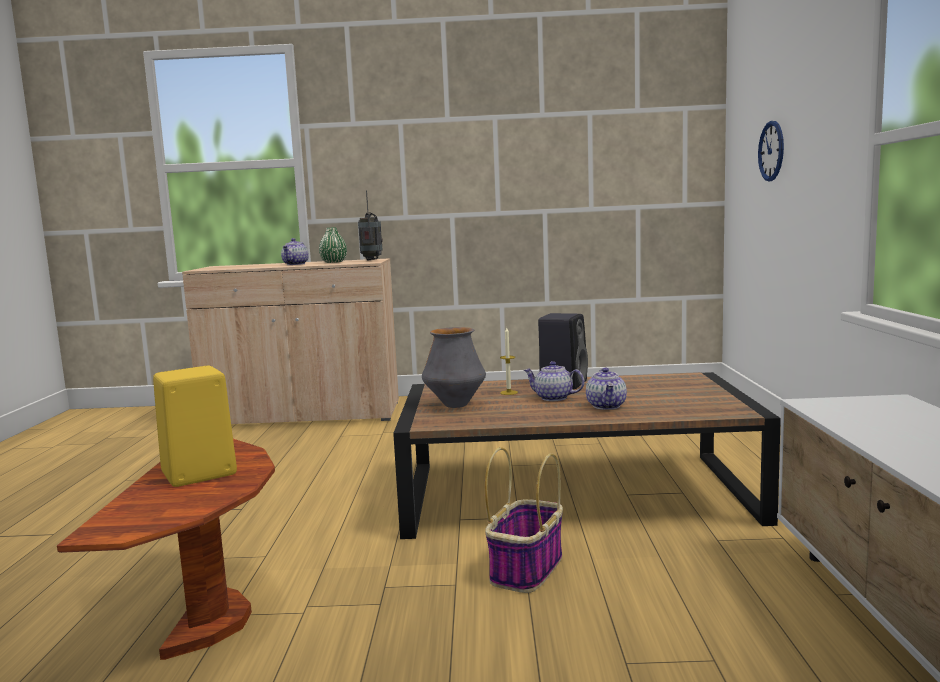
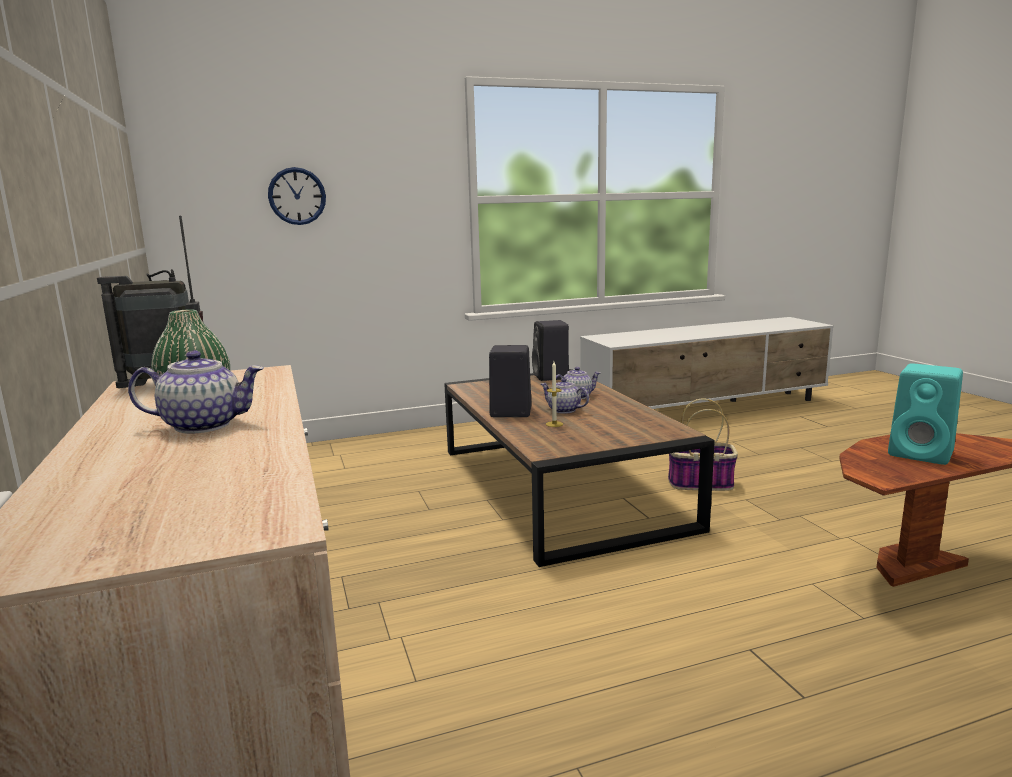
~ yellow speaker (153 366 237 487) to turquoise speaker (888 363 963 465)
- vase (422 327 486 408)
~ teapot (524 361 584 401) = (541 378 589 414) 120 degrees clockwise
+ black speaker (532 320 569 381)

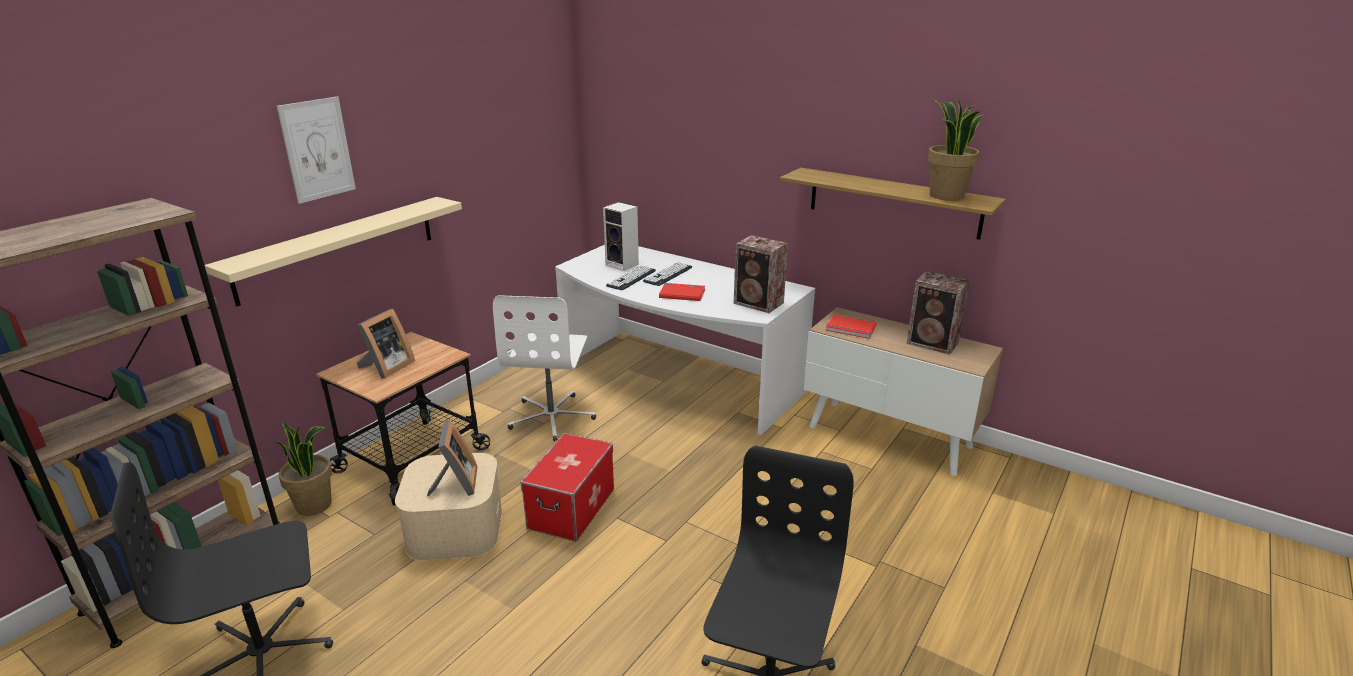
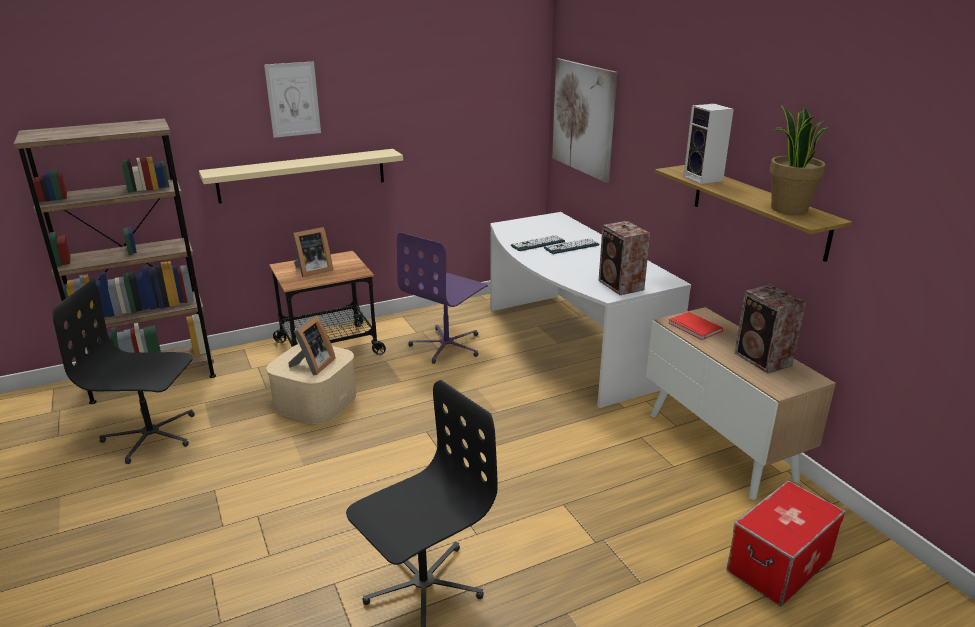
- potted plant (275 422 332 516)
~ white office chair (493 295 596 441) to purple office chair (397 232 488 364)
~ storage box (520 433 614 542) to (726 480 845 607)
~ speaker (603 202 639 271) to (683 104 734 184)
- red book (659 283 705 301)
+ picture (552 58 617 183)

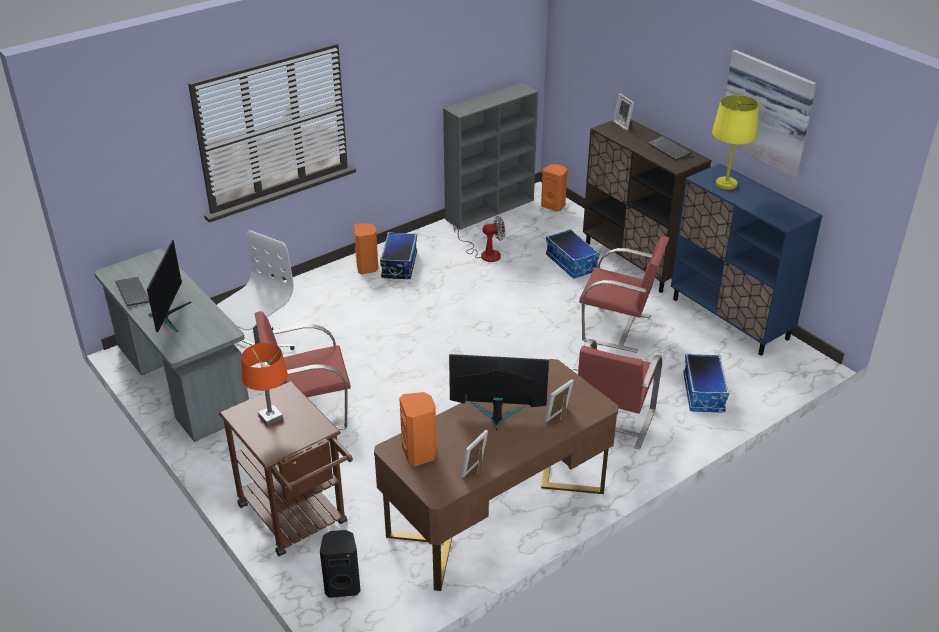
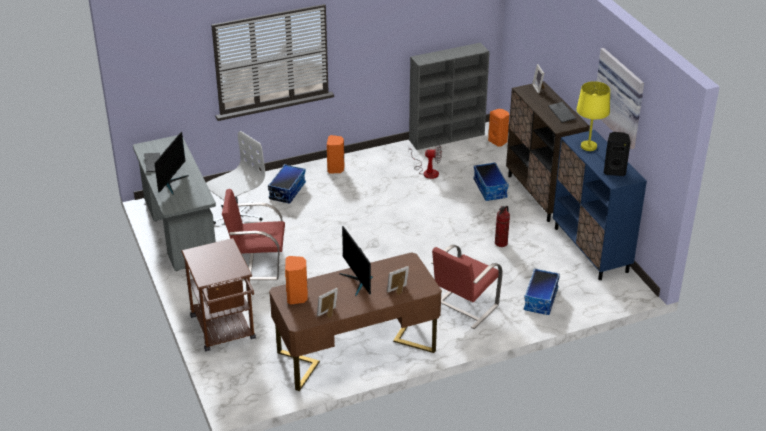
- orange table lamp (241 343 288 426)
~ black speaker (320 530 361 598) to (604 132 631 176)
~ storage box (380 232 417 279) to (268 164 306 203)
~ monitor (449 354 549 430) = (340 226 373 296) 135 degrees counterclockwise
~ red chair (579 236 669 353) to fire extinguisher (495 206 510 247)

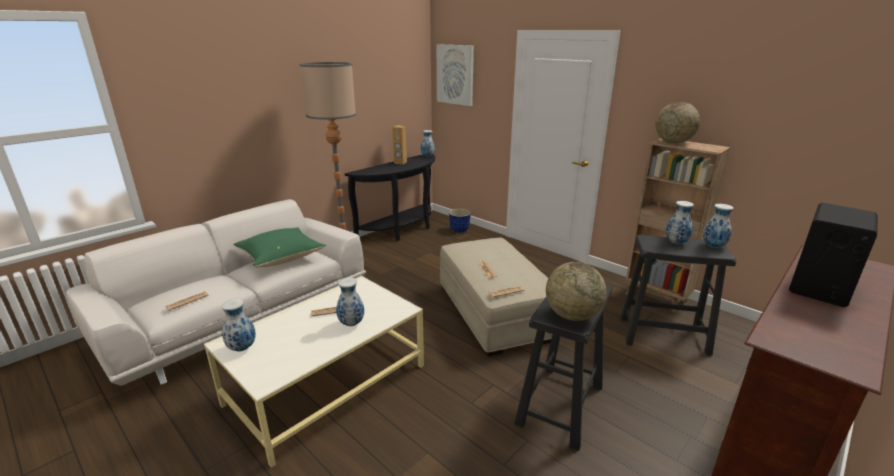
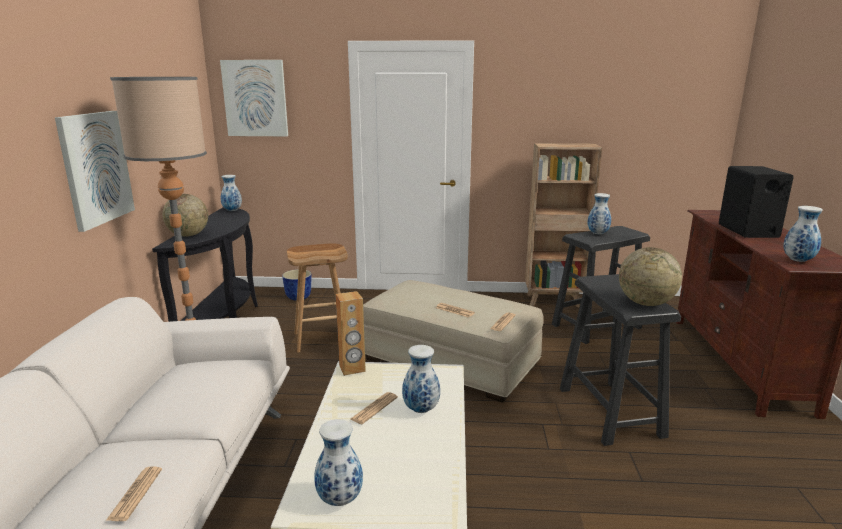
- green pillow (233 227 326 268)
~ brown speaker (392 125 407 164) to (336 291 366 376)
~ globe (655 102 700 143) to (162 194 208 236)
~ vase (703 204 734 248) to (783 206 823 262)
+ picture (55 111 135 232)
+ brown stool (287 244 348 353)

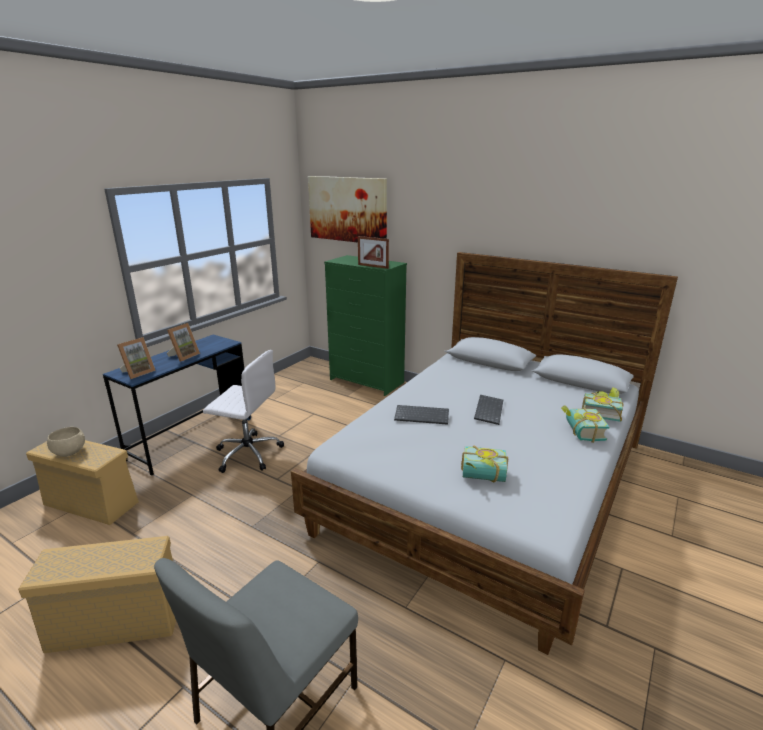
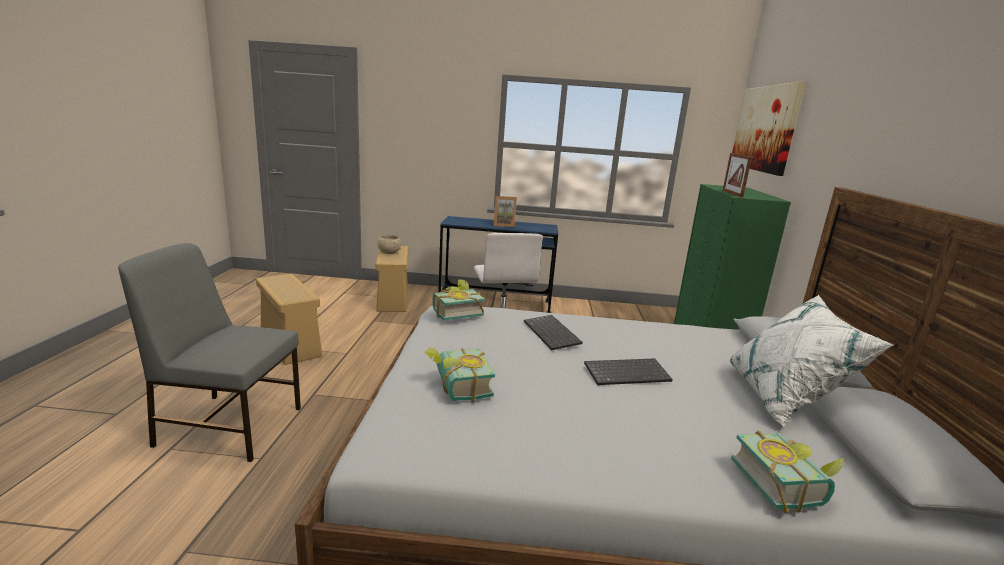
- picture frame (117 337 156 379)
~ book (561 405 609 443) to (433 279 485 320)
+ white pillow (730 295 893 427)

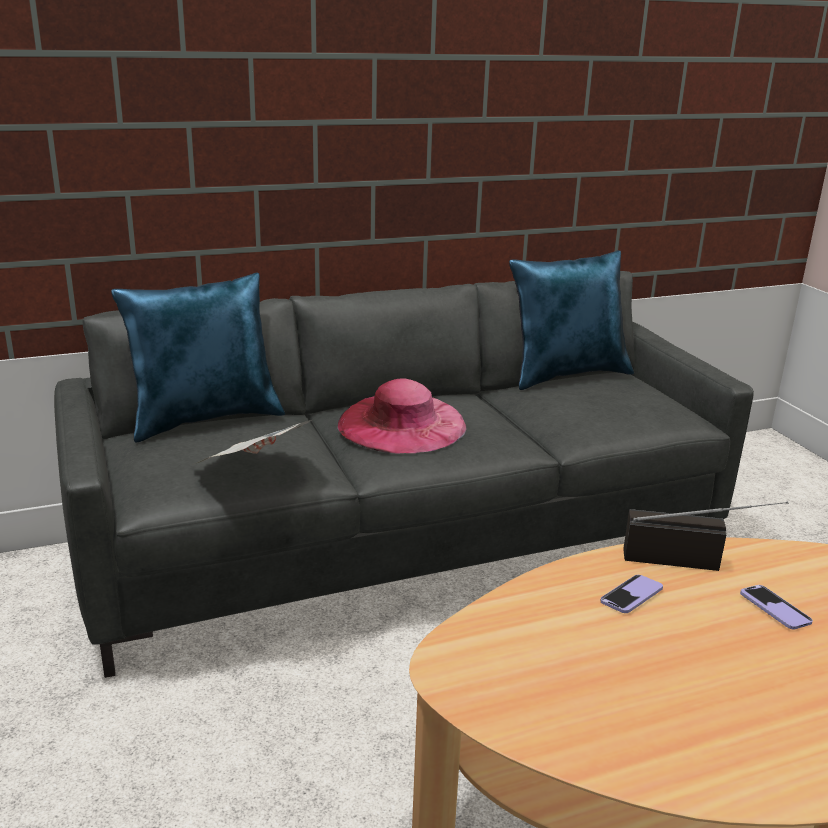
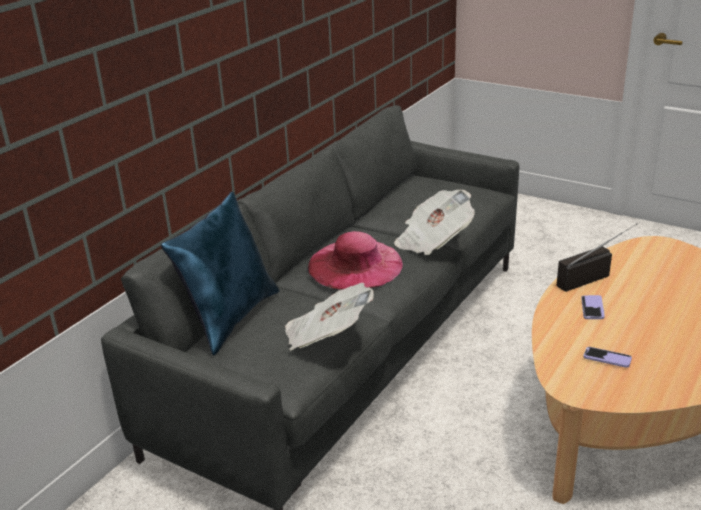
- blue pillow (509 250 634 390)
~ phone (740 585 813 629) to (583 347 632 368)
+ newspaper (394 189 475 255)

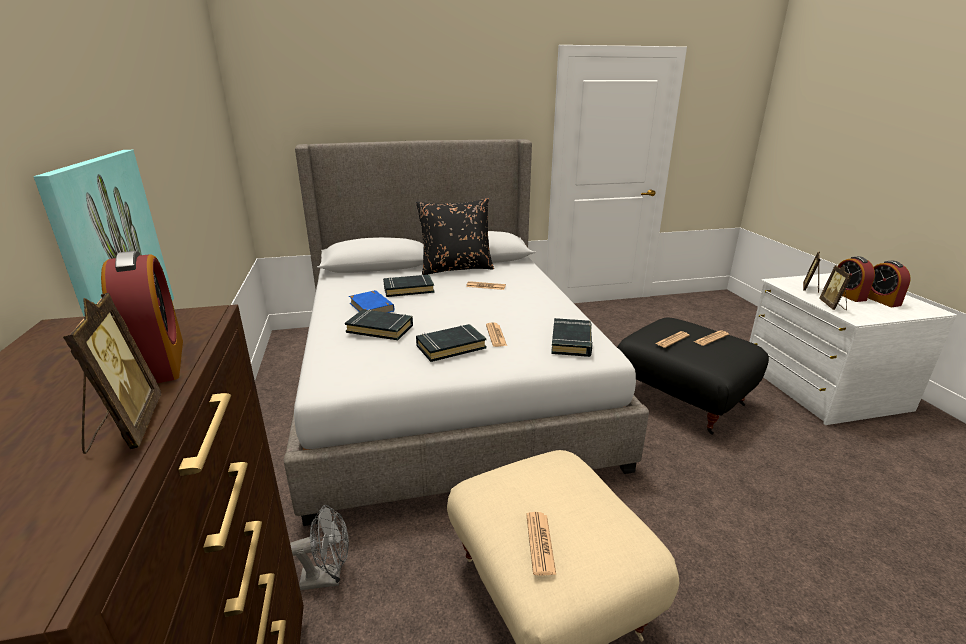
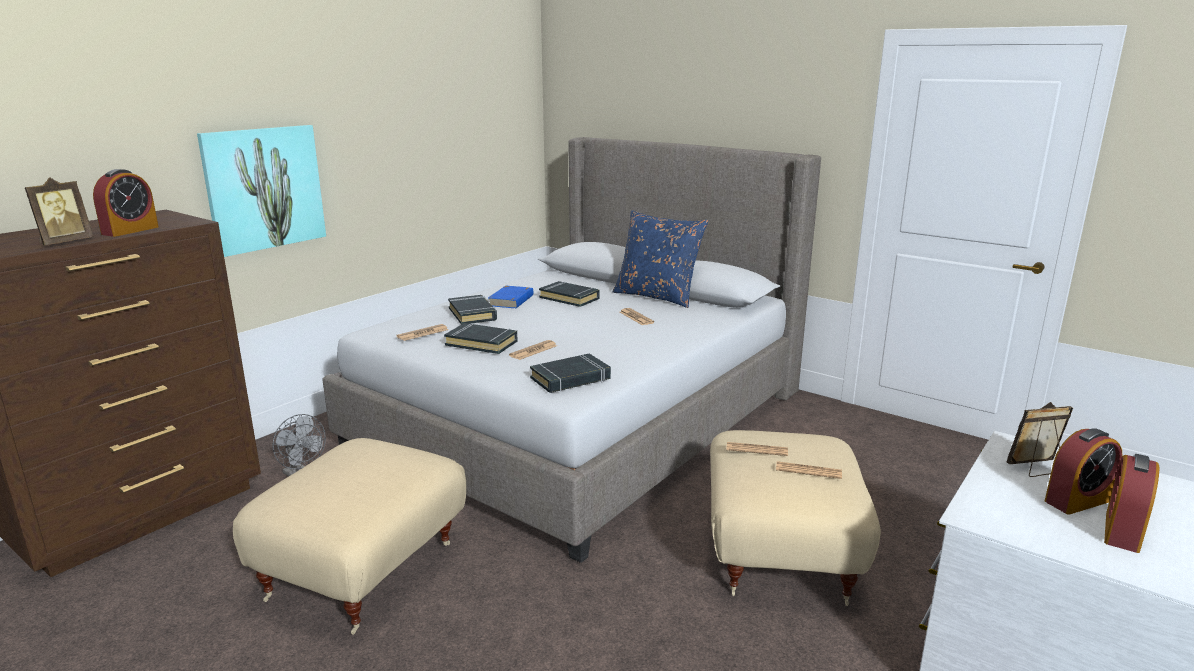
~ black pillow (416 198 494 275) to blue pillow (613 210 708 308)
~ newspaper (526 512 556 575) to (397 324 448 341)
~ black ottoman (617 318 769 435) to beige ottoman (710 430 881 606)
- picture frame (819 265 852 310)
~ alarm clock (837 256 875 302) = (1045 428 1122 515) 150 degrees counterclockwise

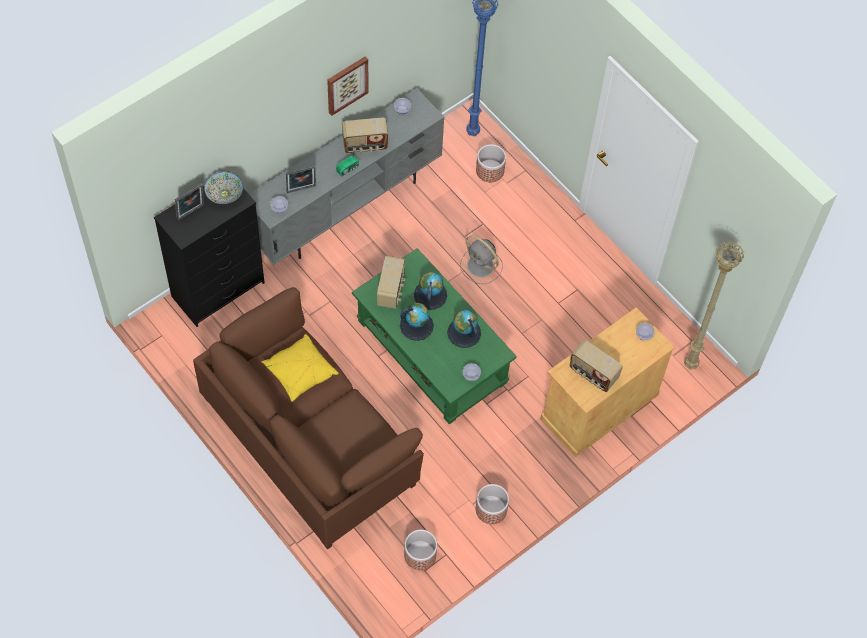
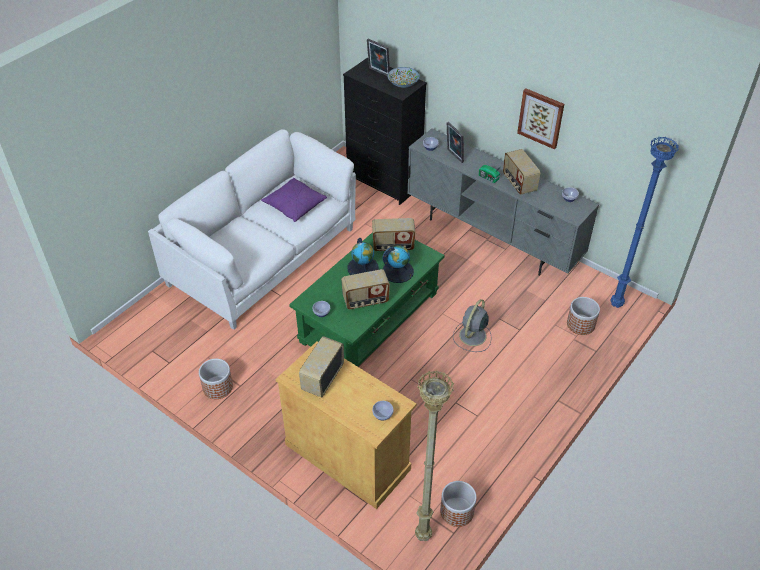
~ brown sofa (193 287 424 550) to white sofa (148 129 356 330)
~ yellow pillow (262 334 339 402) to purple pillow (261 178 327 222)
~ planter (404 530 437 570) to (440 481 476 527)
~ globe (447 310 481 348) to radio (341 269 390 309)

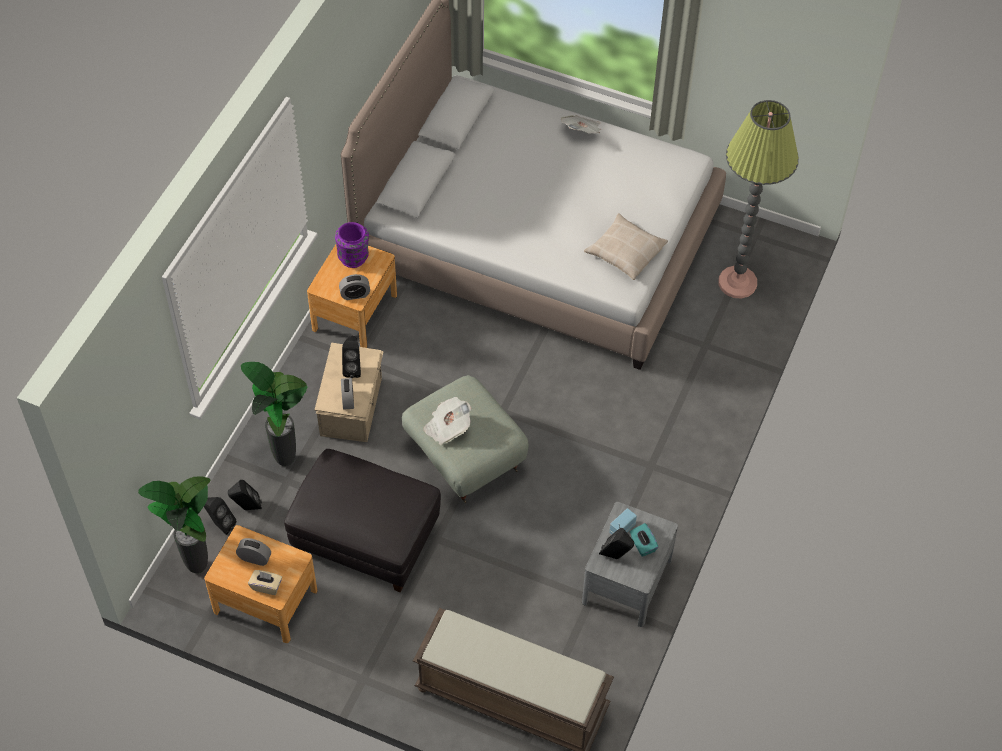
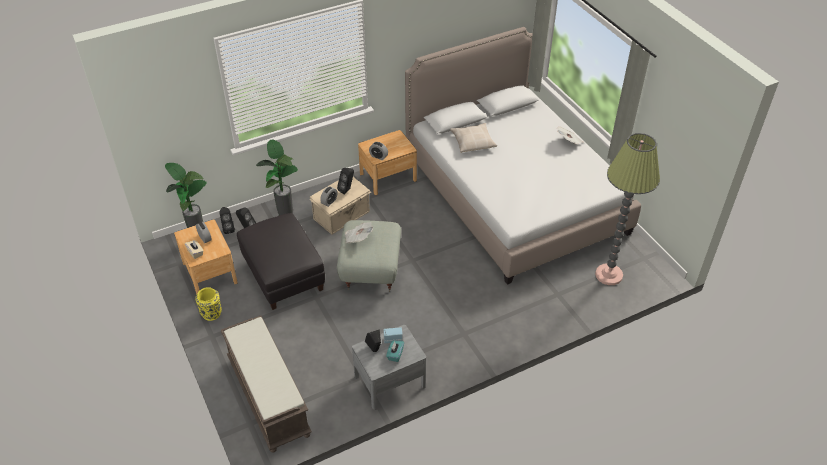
- purple vase (335 222 369 268)
~ beige pillow (584 213 668 280) to (450 123 497 153)
+ yellow vase (195 287 222 321)

